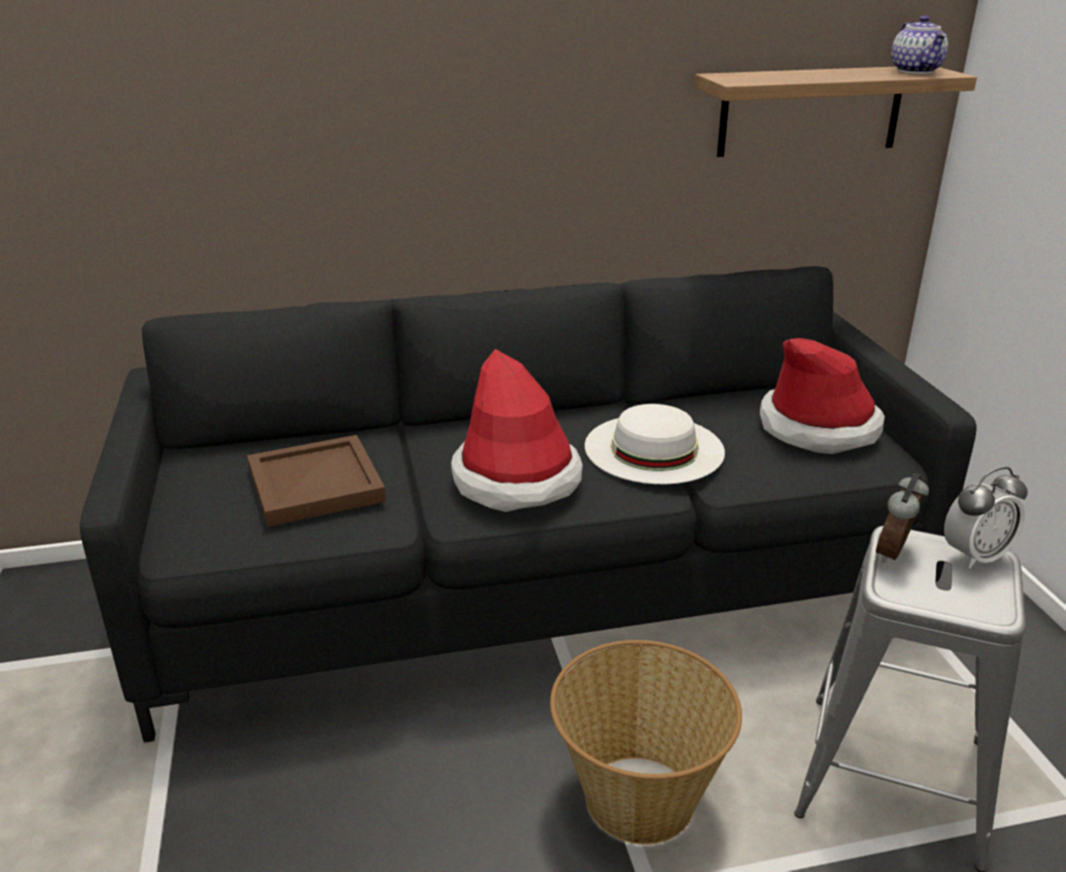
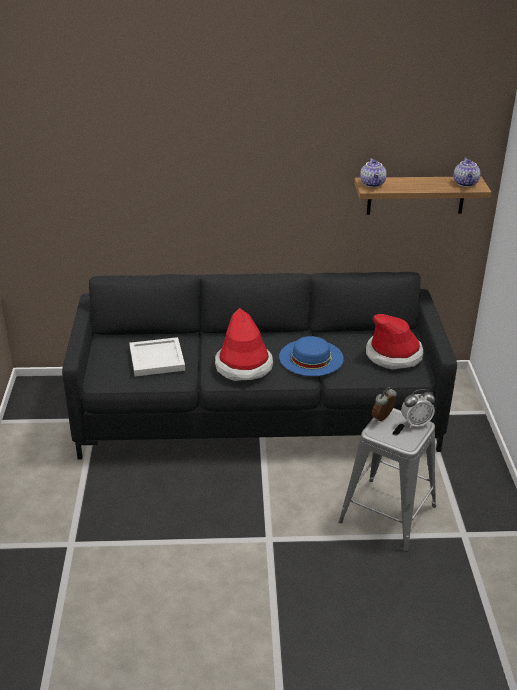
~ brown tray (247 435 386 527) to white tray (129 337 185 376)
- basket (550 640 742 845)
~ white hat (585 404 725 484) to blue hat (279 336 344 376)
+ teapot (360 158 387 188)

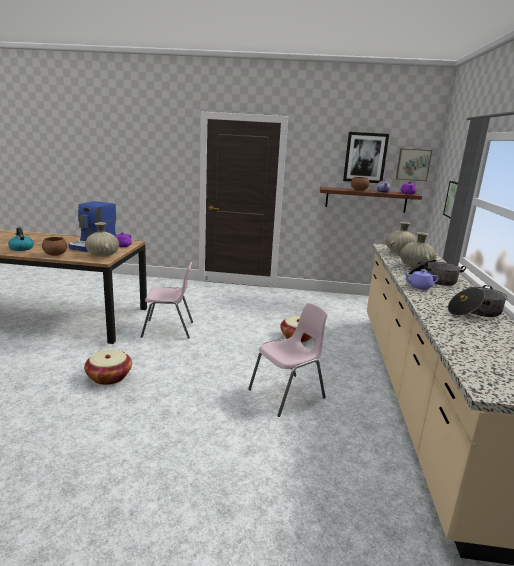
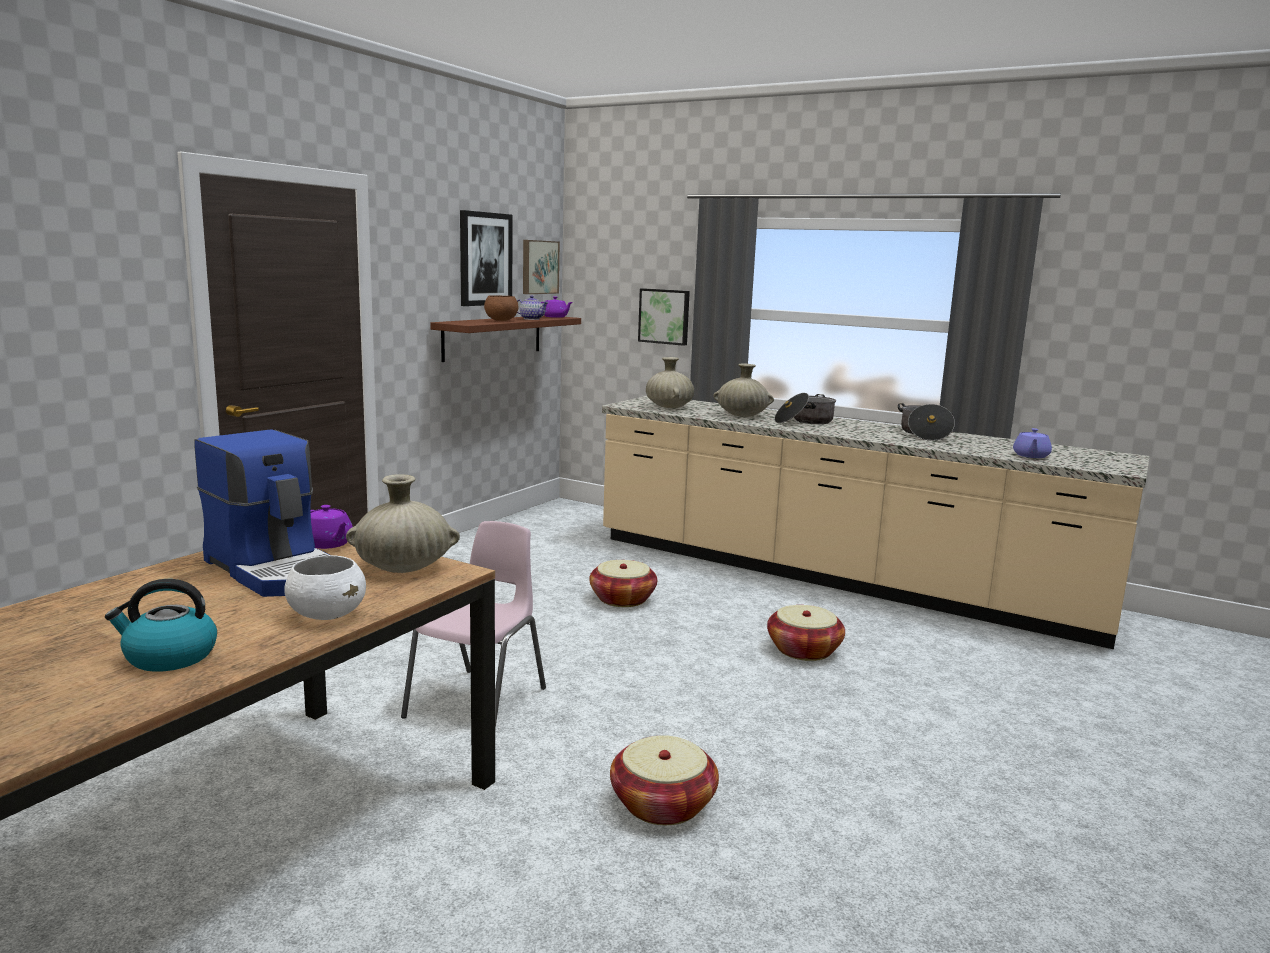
~ brown bowl (42 237 67 256) to white bowl (284 555 366 620)
~ pink chair (248 303 328 417) to basket (767 605 845 661)
~ purple teapot (404 269 439 290) to (1013 428 1052 458)

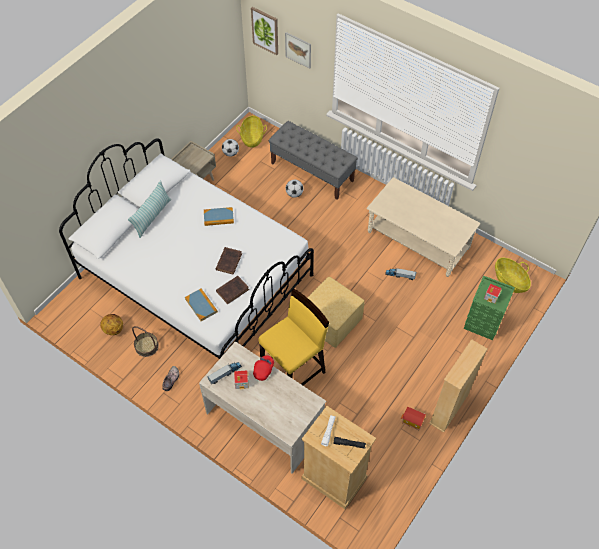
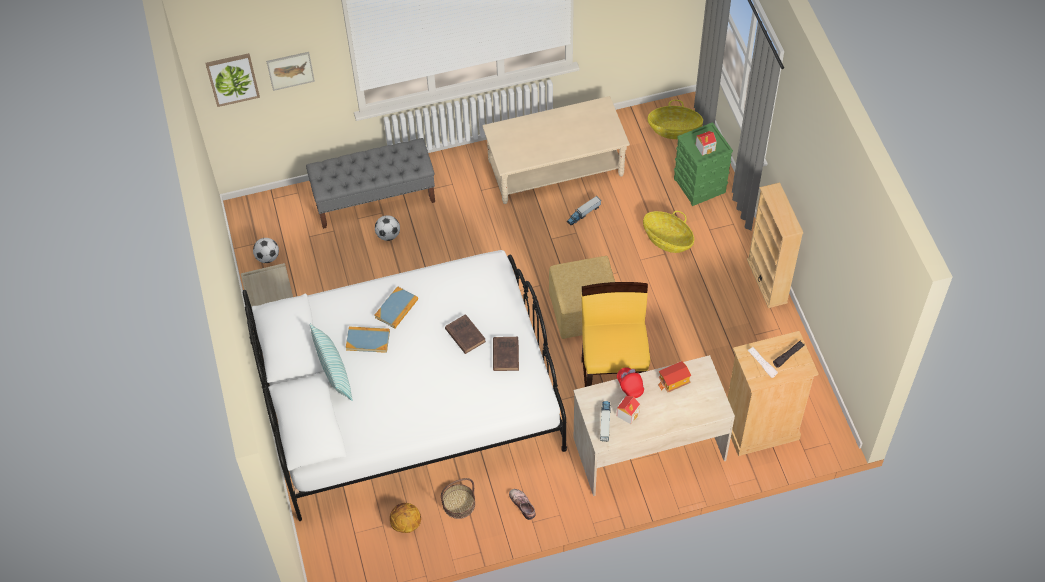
~ book (185 289 218 321) to (346 327 390 353)
~ basket (236 116 267 148) to (643 211 694 253)
~ toy house (400 406 426 431) to (658 361 692 393)

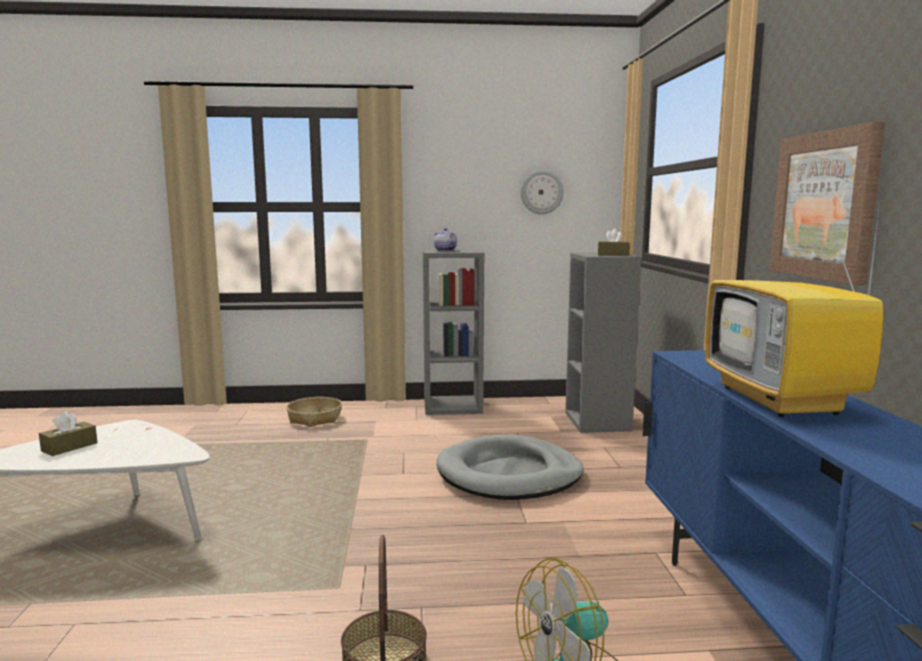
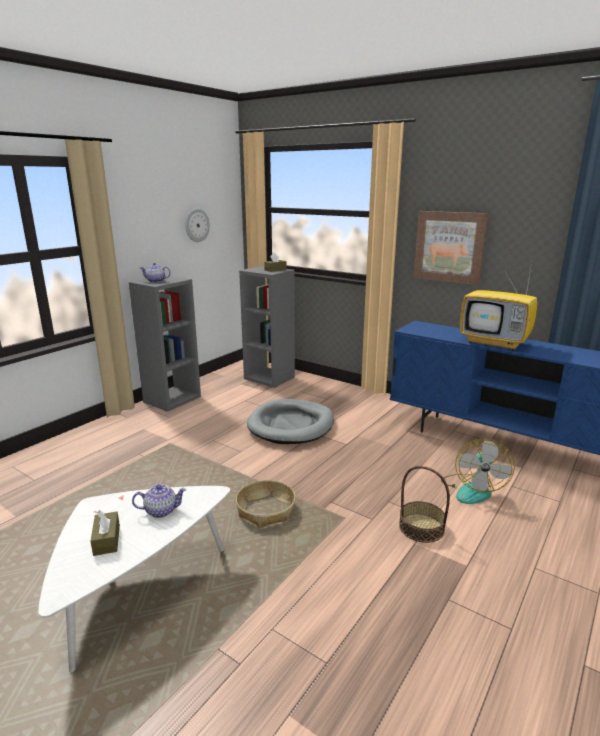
~ basket (286 397 342 427) to (236 480 296 528)
+ teapot (132 484 186 518)

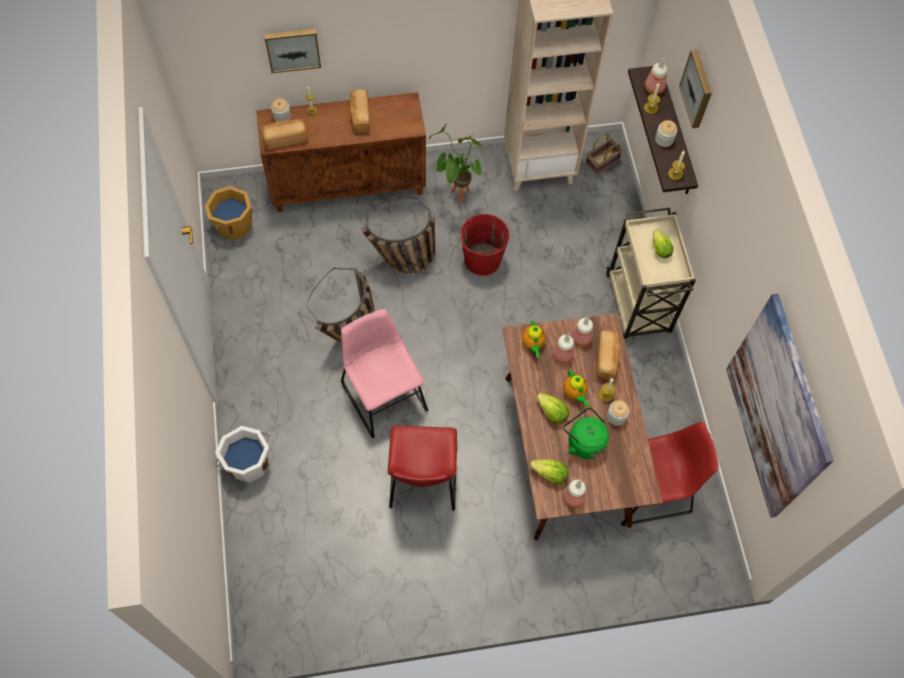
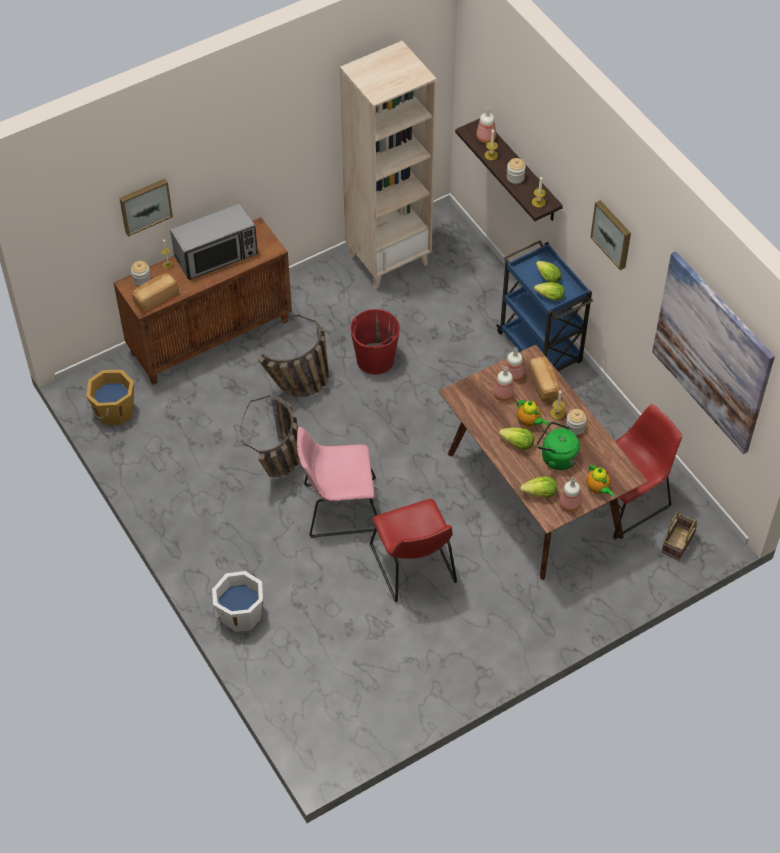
~ pink chair (341 309 428 439) = (297 427 378 538) 45 degrees counterclockwise
~ bread (349 89 370 132) to microwave (170 203 258 280)
- potted plant (429 124 483 204)
~ teapot (522 320 546 357) to (586 464 614 496)
~ basket (585 133 623 175) to (661 512 698 561)
~ beige cart (606 208 696 339) to blue cart (496 240 593 371)
~ picture (679 50 712 128) to (590 200 631 270)
+ lettuce (534 282 565 301)

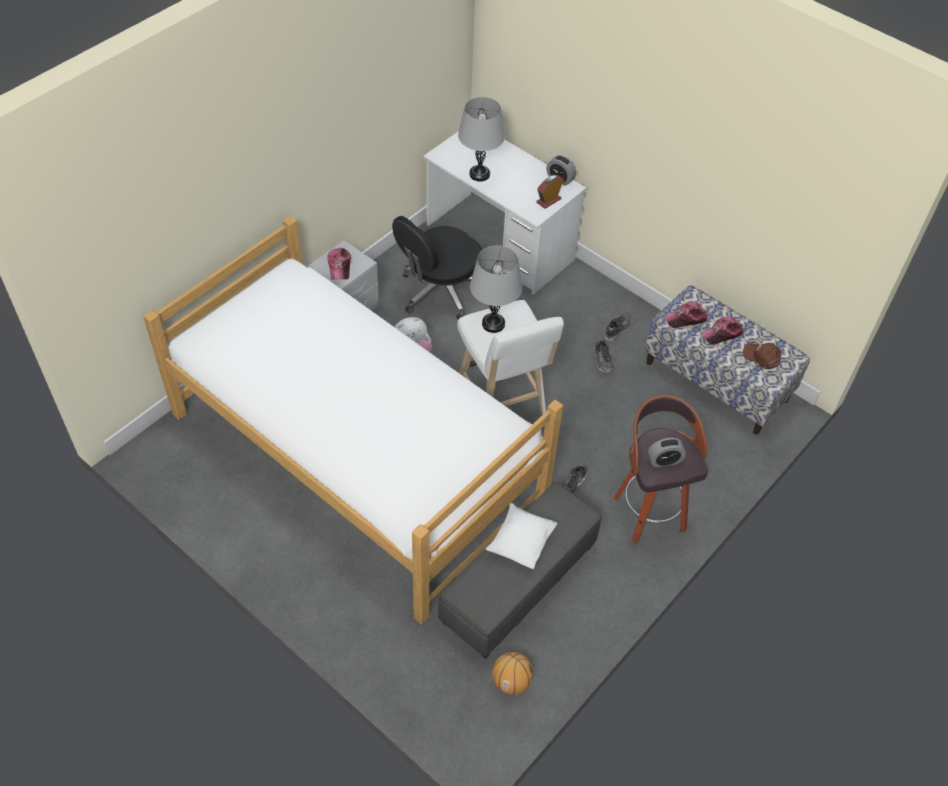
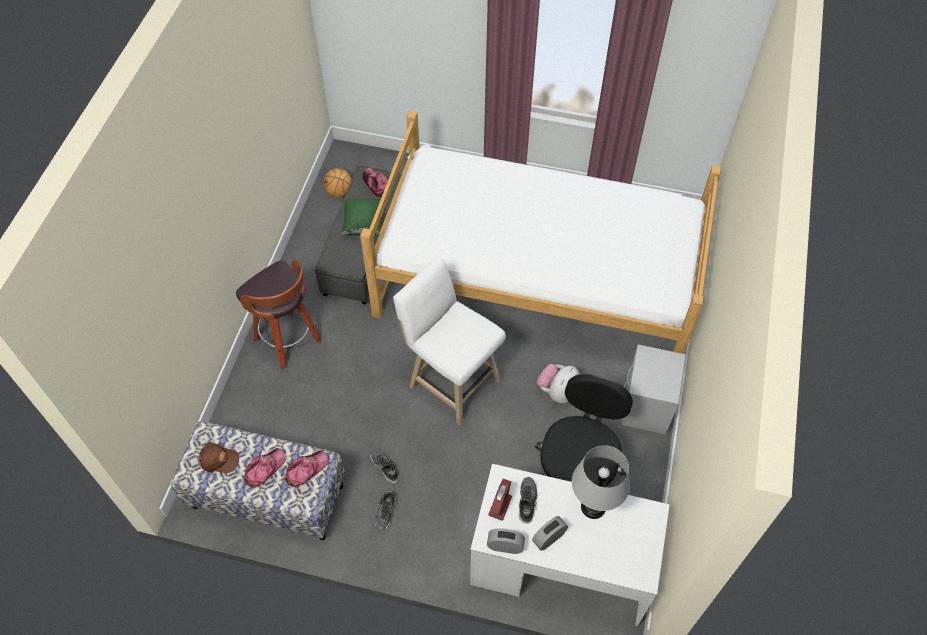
~ cap (328 248 351 280) to (362 168 388 198)
- grey table lamp (470 245 522 333)
~ white pillow (486 503 558 569) to green pillow (342 199 382 235)
~ shoe (562 464 587 494) to (519 477 538 524)
~ alarm clock (648 438 686 468) to (532 516 568 551)

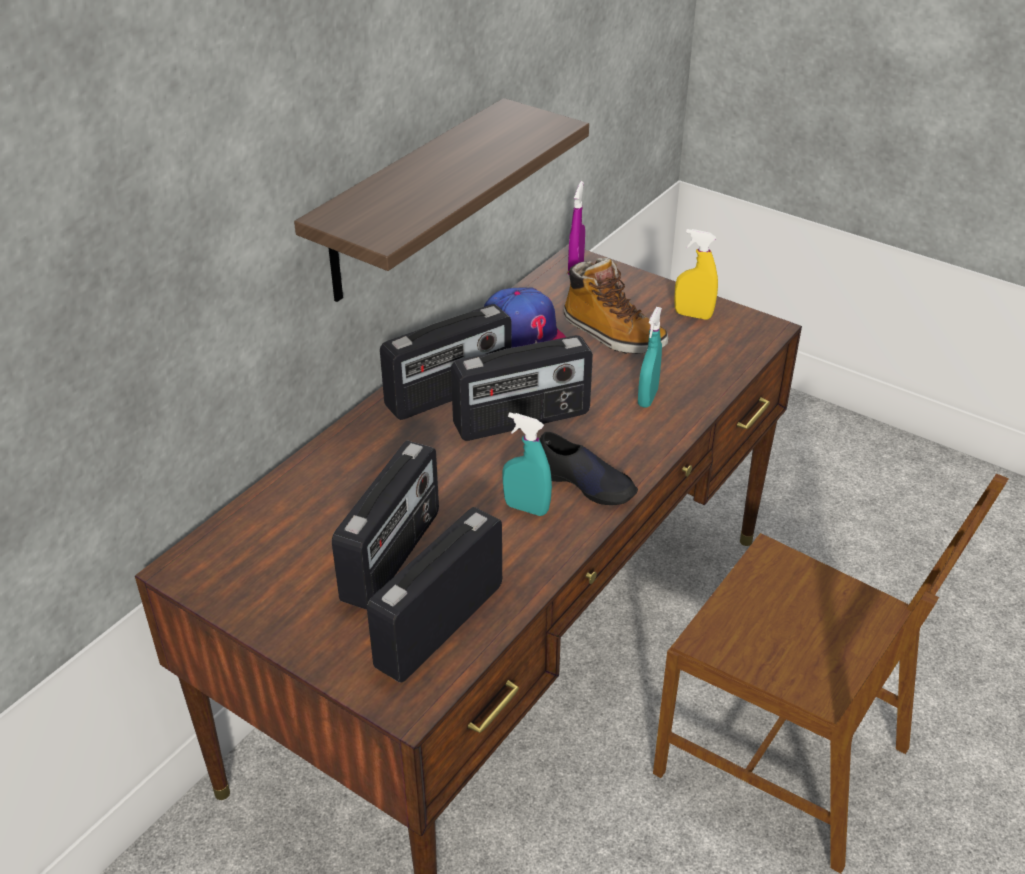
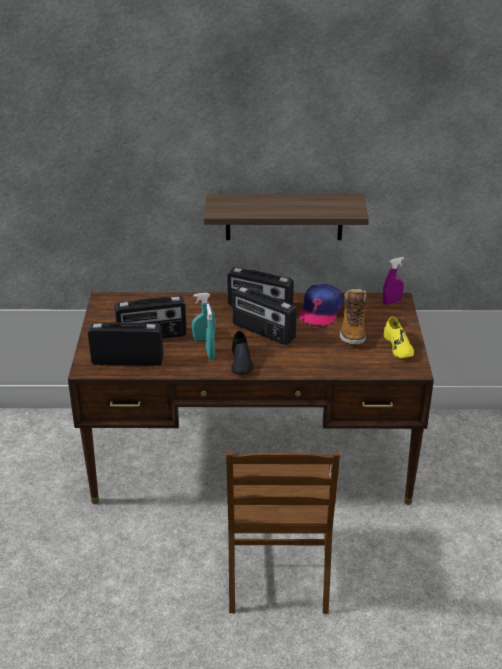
~ turquoise spray bottle (638 307 662 408) to (192 293 216 341)
~ yellow spray bottle (674 229 718 320) to yellow shoe (383 316 414 358)

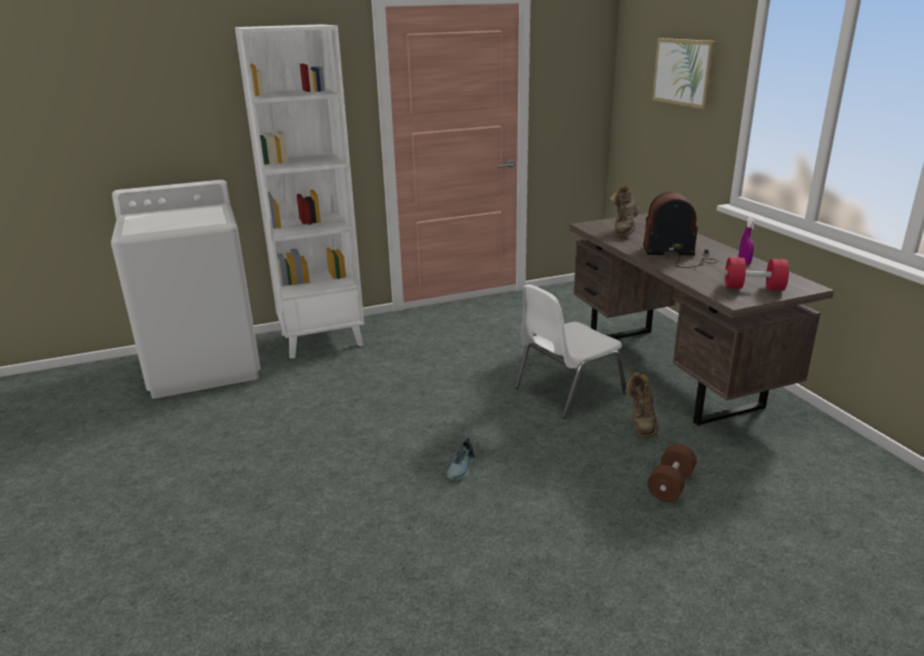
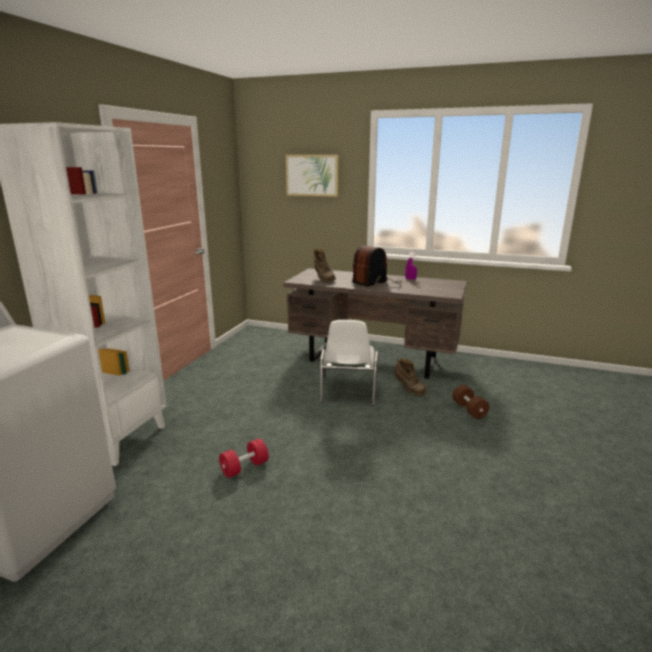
- shoe (445 437 474 480)
~ red dumbbell (725 257 789 291) to (219 438 269 478)

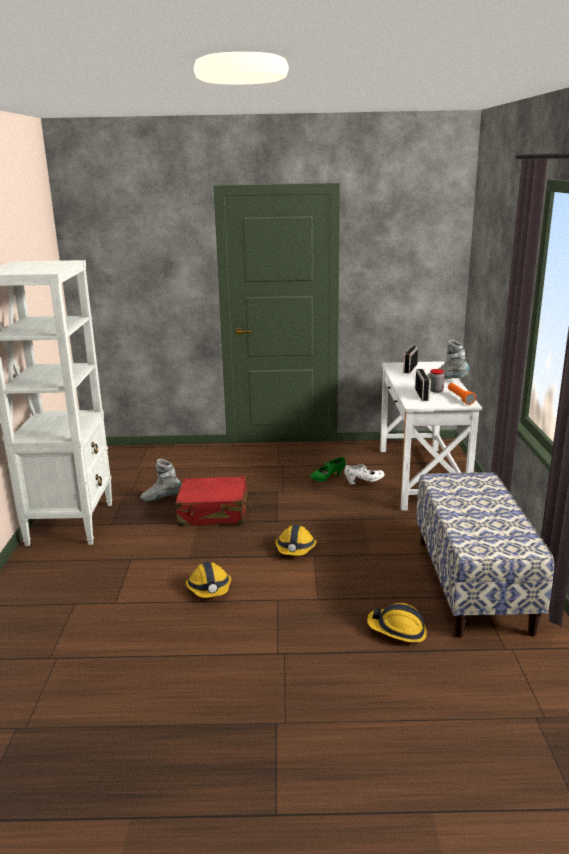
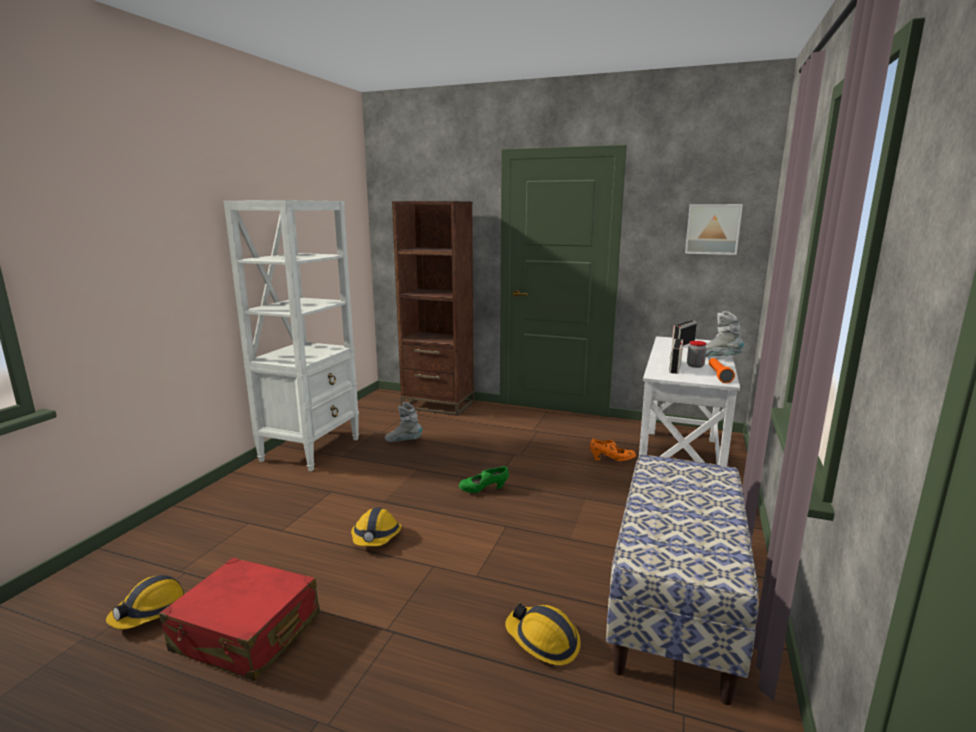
~ red suitcase (175 476 250 527) to (159 557 320 681)
~ hard hat (275 525 317 556) to (106 575 185 629)
~ green shoe (310 457 345 482) to (459 466 509 493)
~ white shoe (344 464 385 484) to orange shoe (590 438 636 461)
+ brown bookcase (392 201 474 416)
+ picture (685 204 743 255)

